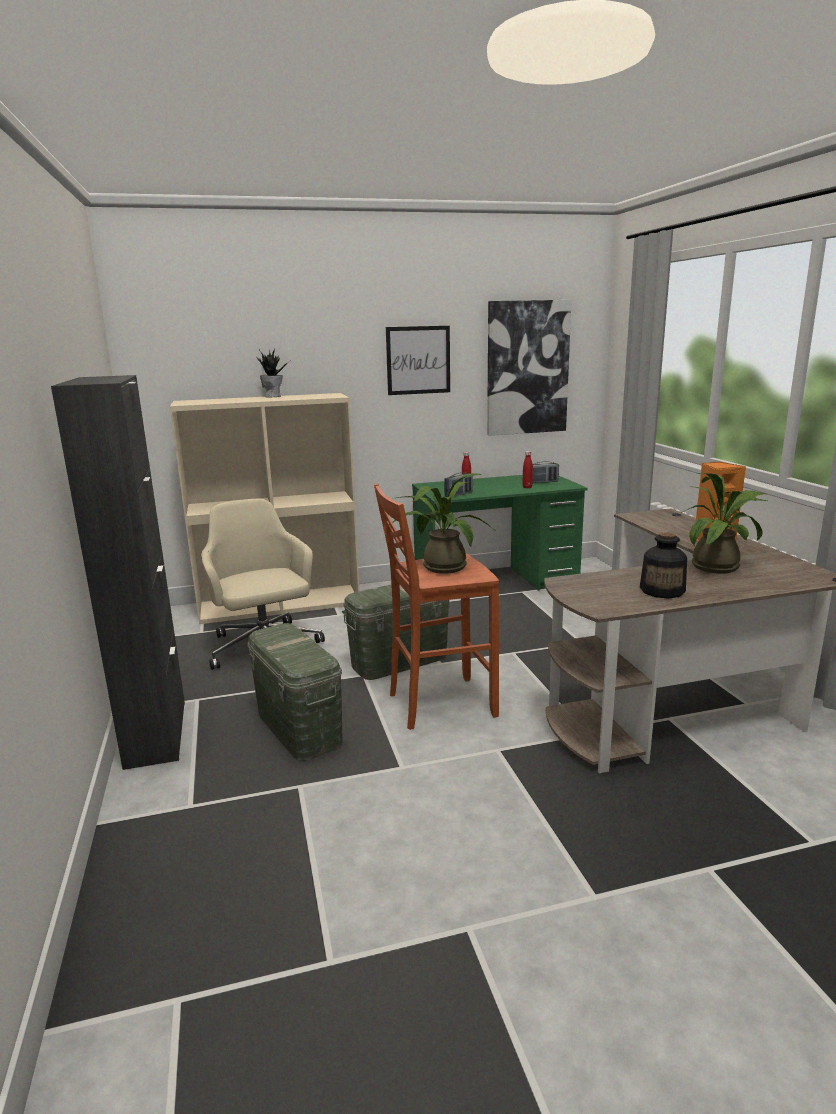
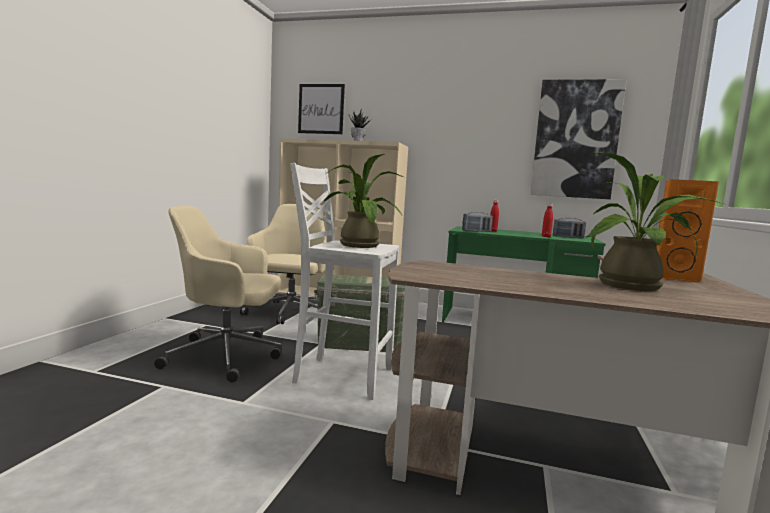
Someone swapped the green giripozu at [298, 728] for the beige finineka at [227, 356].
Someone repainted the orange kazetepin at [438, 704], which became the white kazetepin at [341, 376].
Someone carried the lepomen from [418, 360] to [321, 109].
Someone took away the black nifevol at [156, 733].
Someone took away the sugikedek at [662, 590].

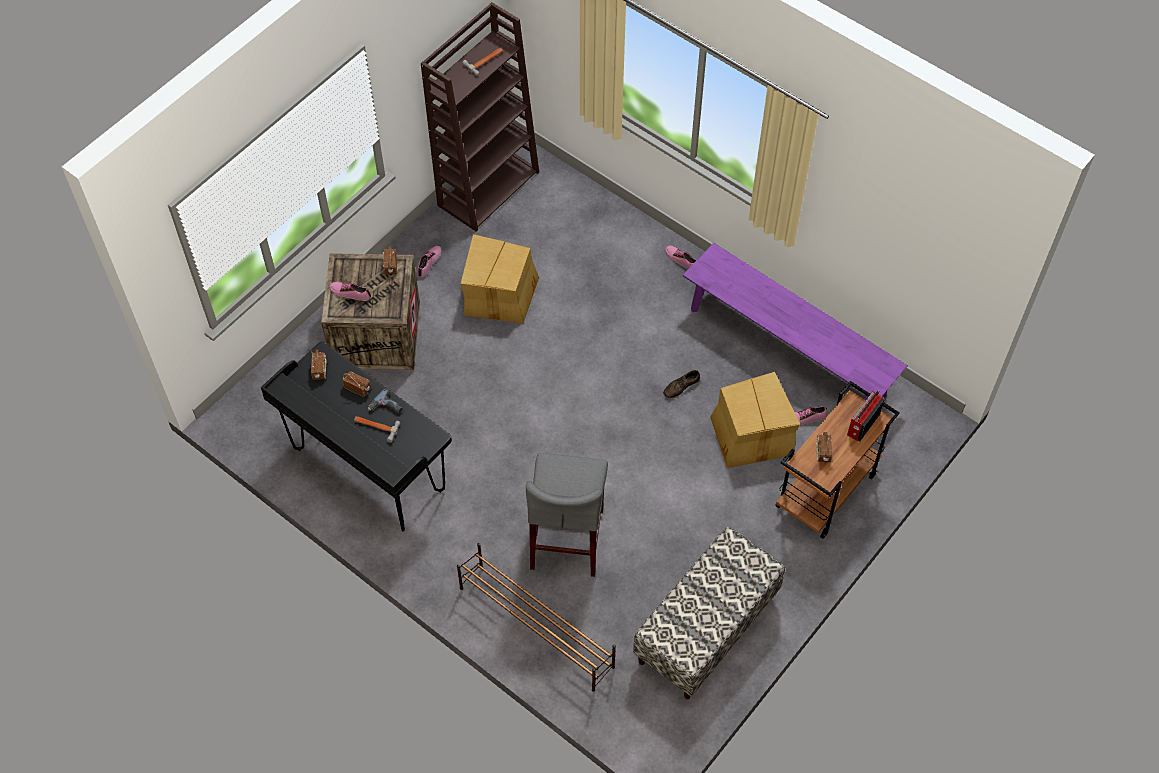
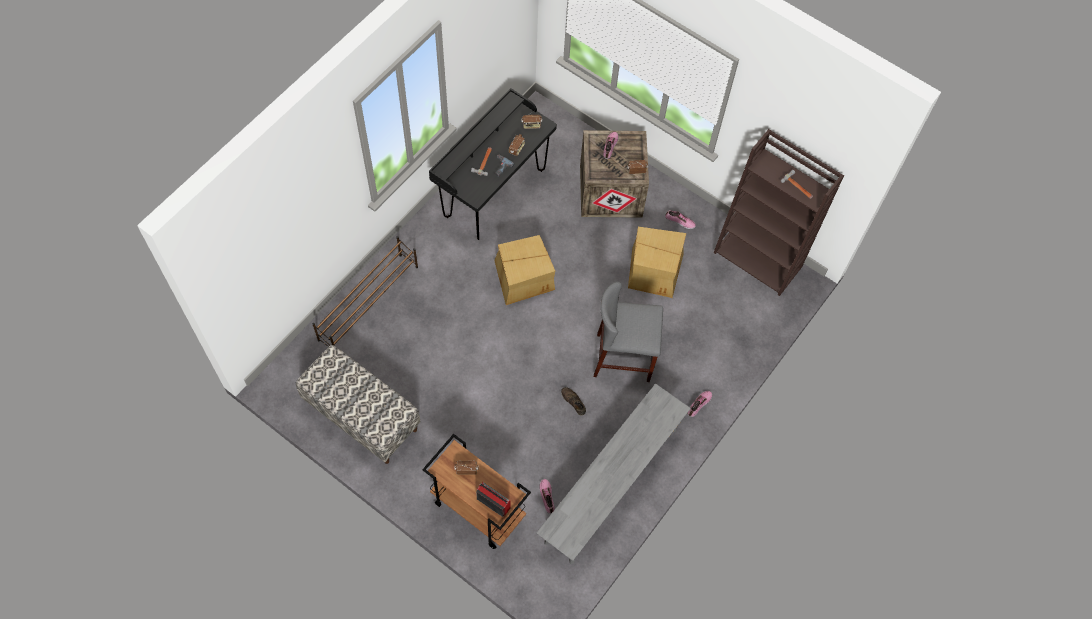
Someone carried the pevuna from [751, 434] to [523, 277].
Someone repainted the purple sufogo at [786, 352], which became the grey sufogo at [611, 485].
Someone carried the grey kazetepin from [567, 539] to [623, 358].

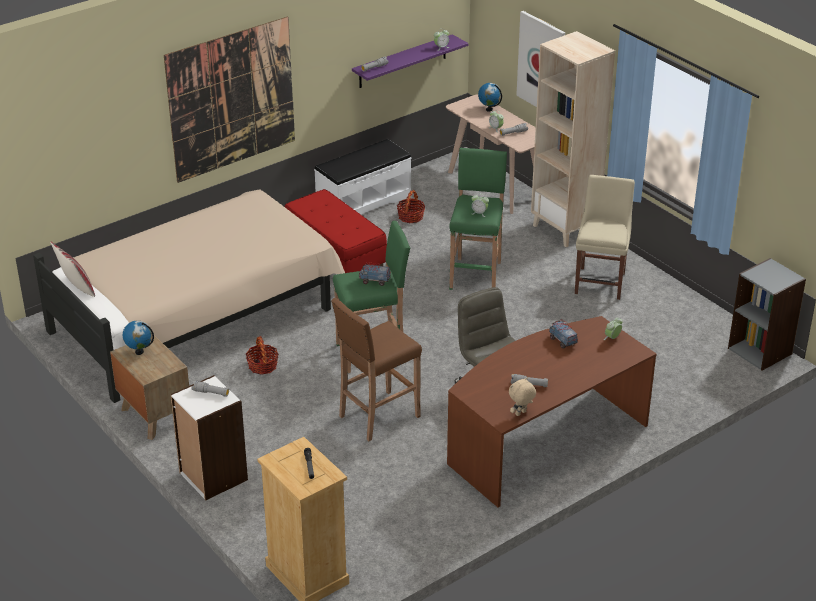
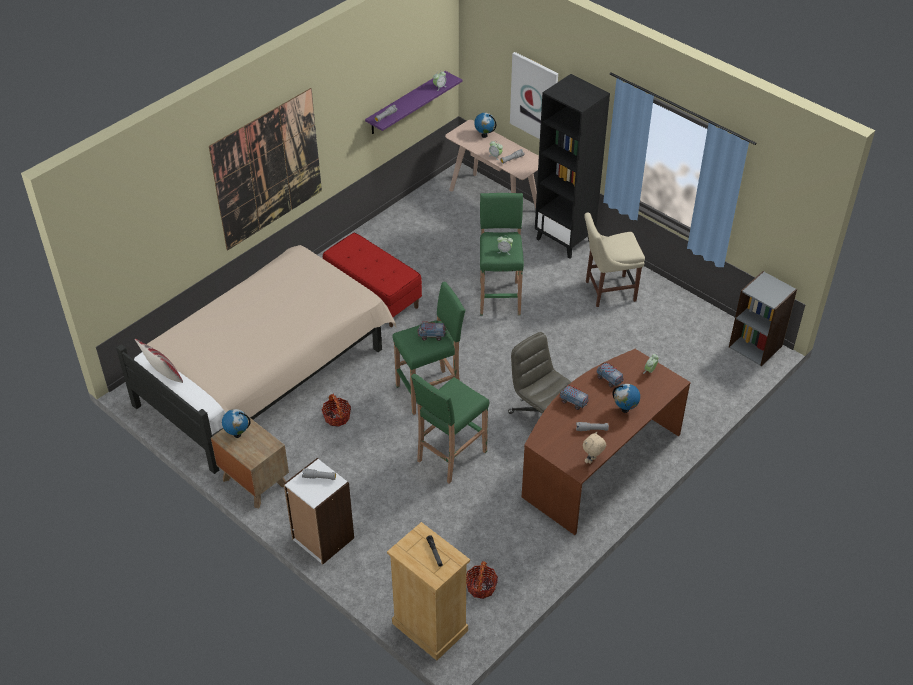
Someone repainted the brown kazetepin at [377, 417], which became the green kazetepin at [450, 457].
Someone carried the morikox from [410, 217] to [481, 587].
Someone repainted the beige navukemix at [565, 229], which became the black navukemix at [565, 240].
Someone put down the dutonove at [573, 402].
Someone rotated the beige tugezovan at [600, 281] by 105 degrees counterclockwise.
Someone put down the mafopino at [625, 409].
Someone took away the white sufogo at [363, 202].

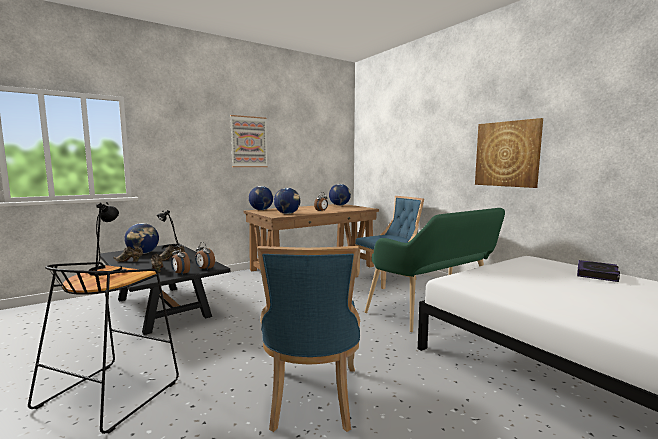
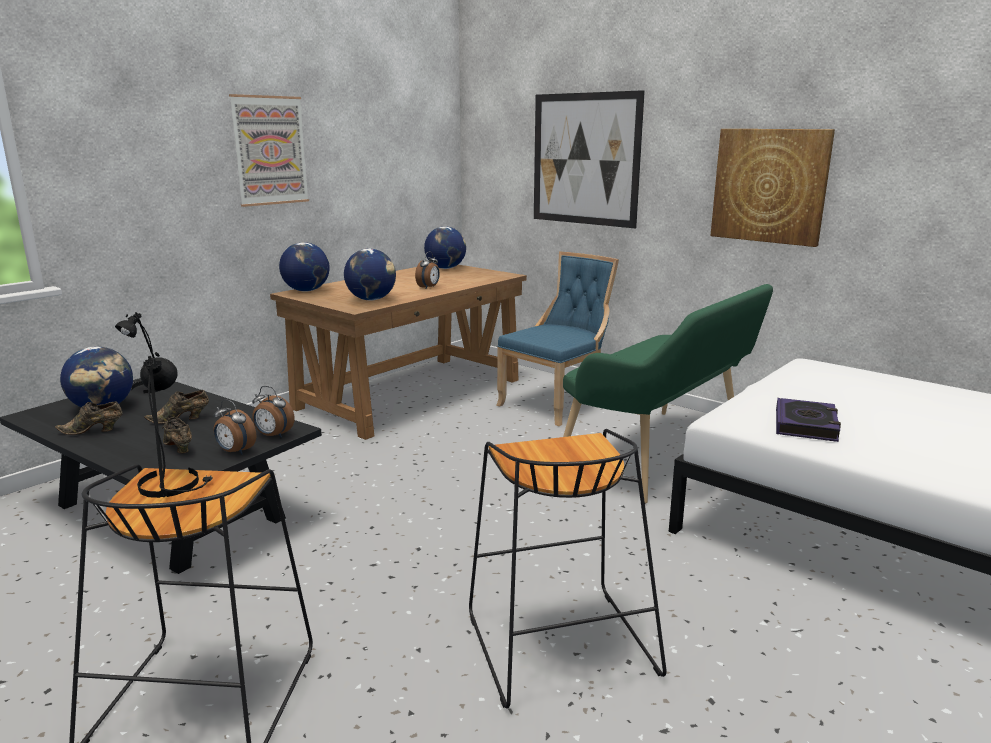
Someone swapped the blue tugezovan at [312, 399] for the black kazetepin at [557, 643].
Someone put up the lepomen at [585, 159].
Someone carried the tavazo from [597, 274] to [805, 425].

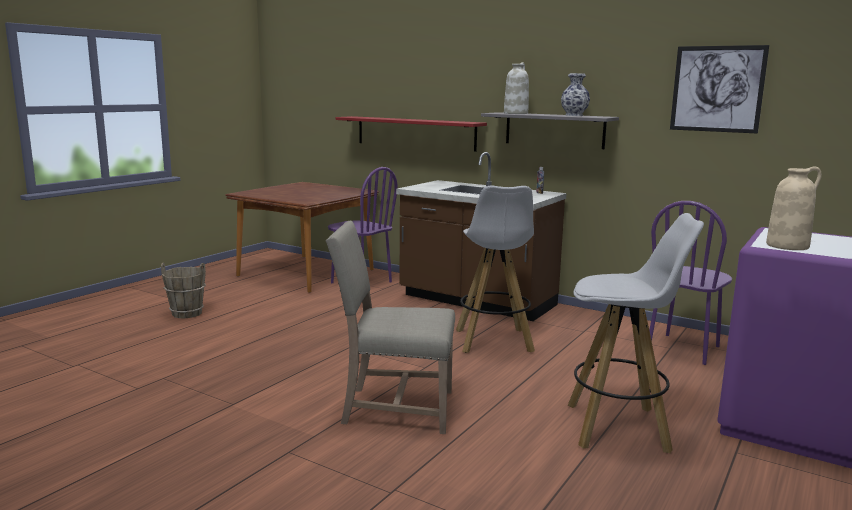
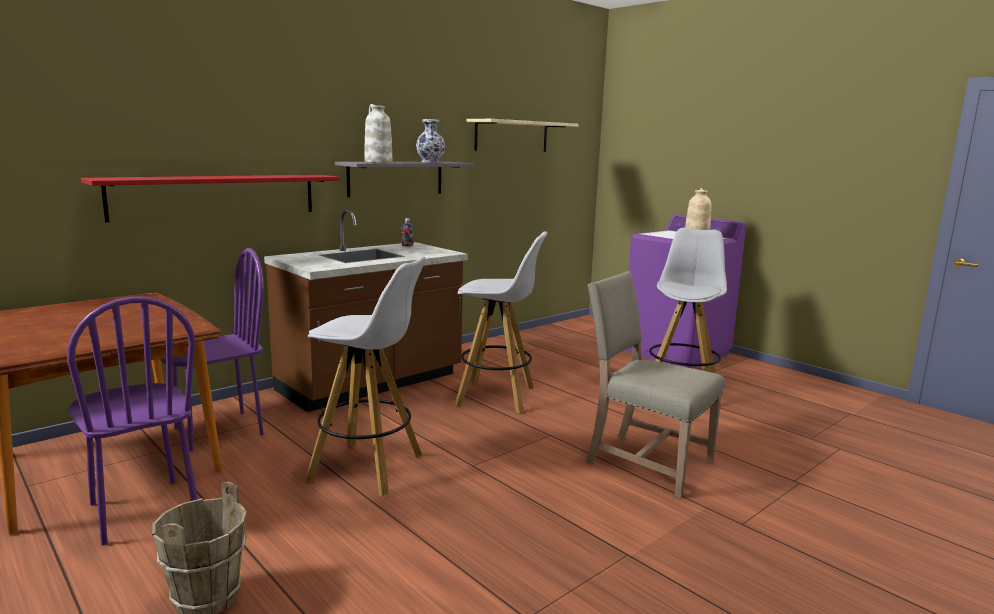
Someone carried the purple tugezovan from [683, 349] to [142, 510].
Someone put down the white kazetepin at [368, 468].
Someone swapped the lepomen at [717, 89] for the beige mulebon at [512, 136].
Someone rotated the beige tugezovan at [394, 408] by 105 degrees clockwise.

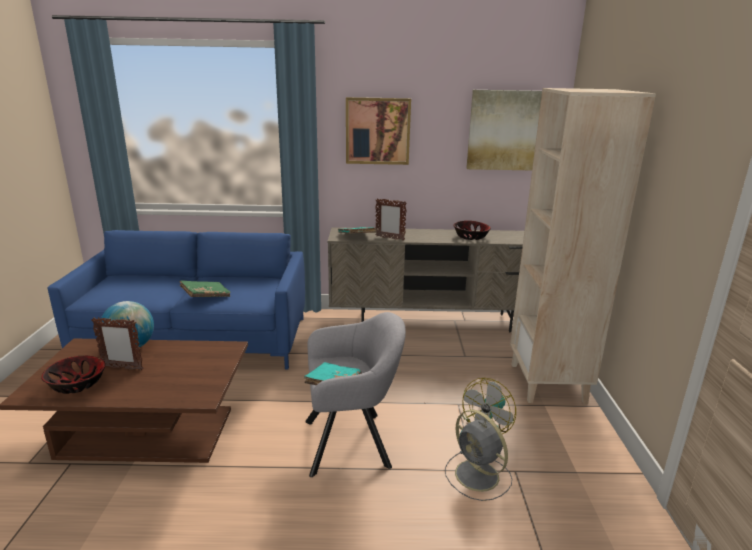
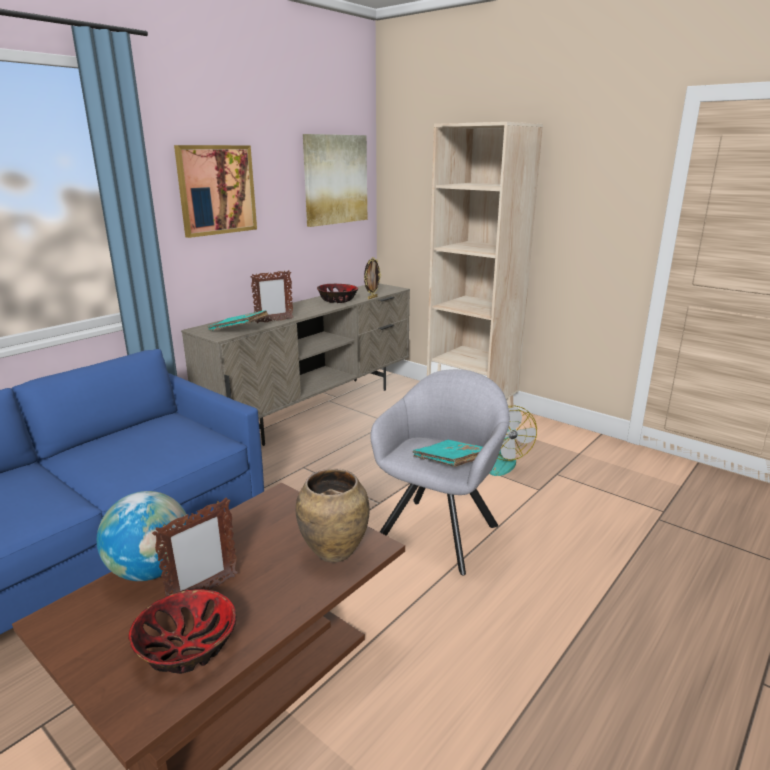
Someone put down the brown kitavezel at [334, 552].
Someone put down the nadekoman at [372, 297].
Someone took away the green tavazo at [206, 296].
Someone took away the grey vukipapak at [478, 476].

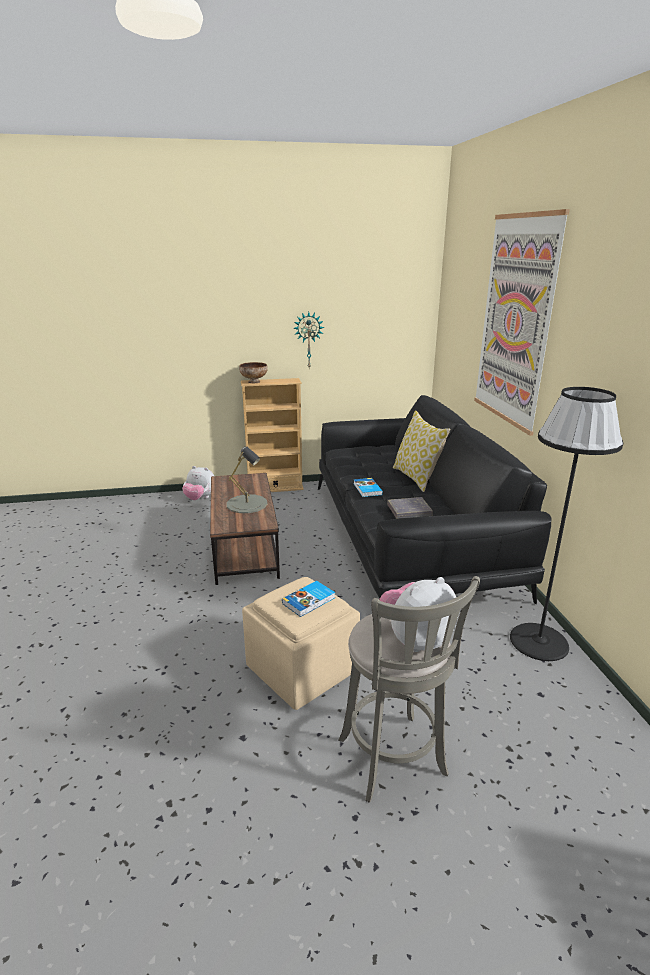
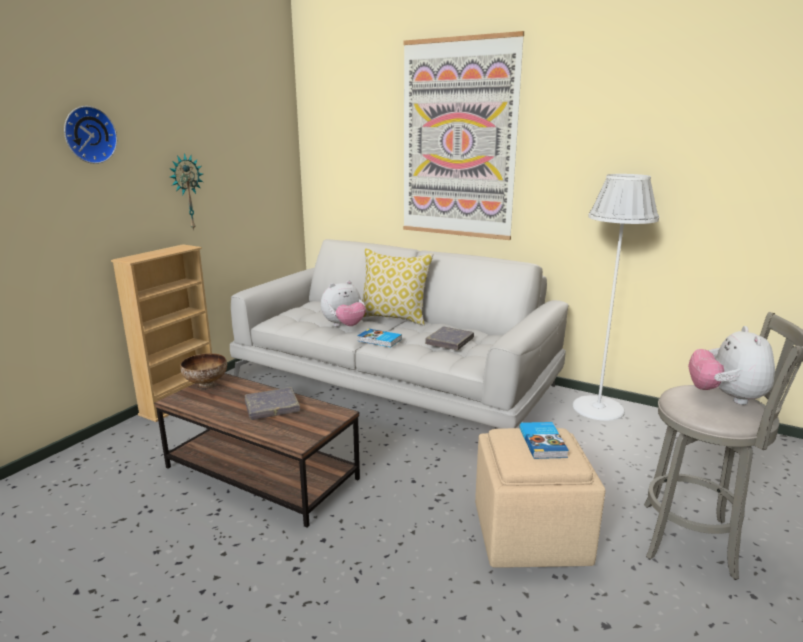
Someone put up the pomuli at [88, 135].
Someone carried the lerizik from [253, 382] to [206, 386].
Someone repainted the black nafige at [408, 537], which became the white nafige at [396, 385].
Someone swapped the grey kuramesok at [247, 504] for the grey tavazo at [272, 407].
Someone carried the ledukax from [200, 498] to [344, 326].
Someone repainted the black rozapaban at [539, 641], which became the white rozapaban at [598, 408].

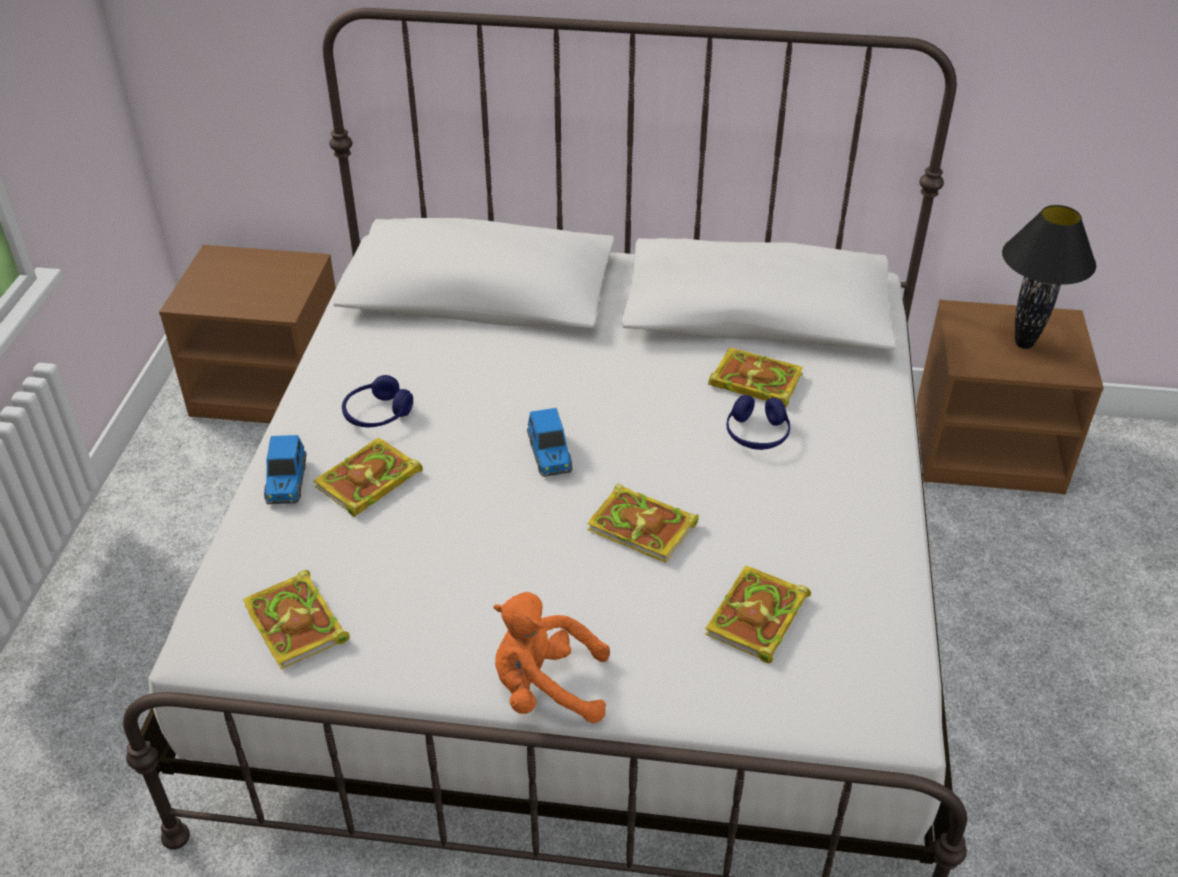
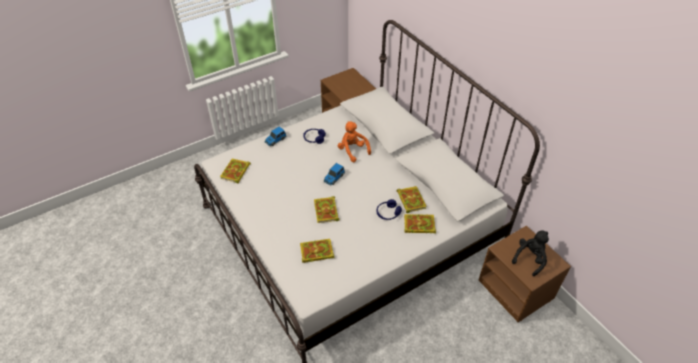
Someone carried the orange ledukax from [546, 688] to [352, 150].
Someone carried the tavazo from [367, 482] to [418, 225].
Someone swapped the black kuramesok at [1024, 343] for the black ledukax at [530, 259].

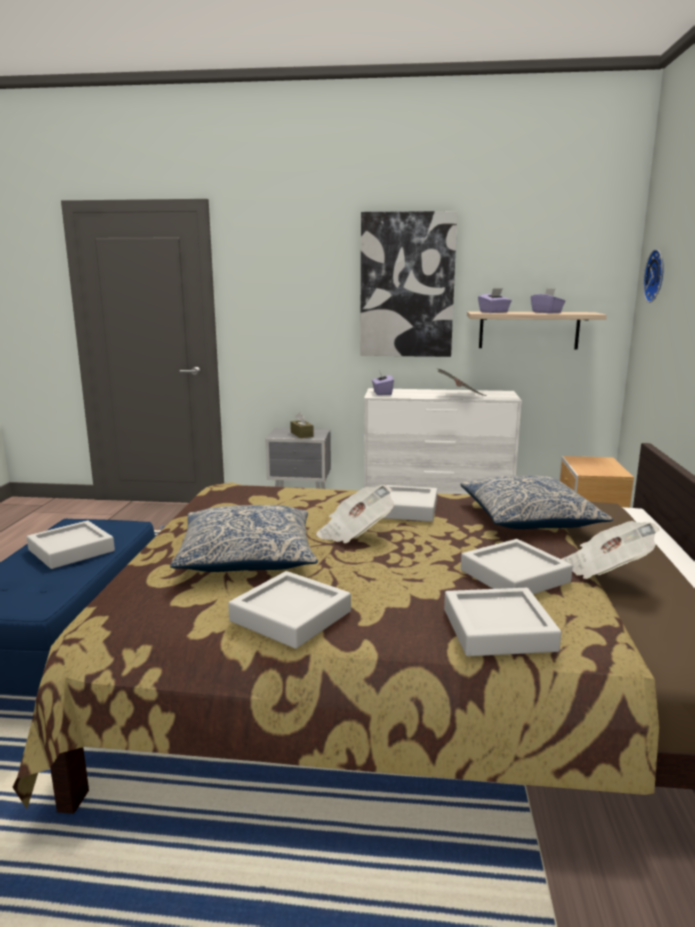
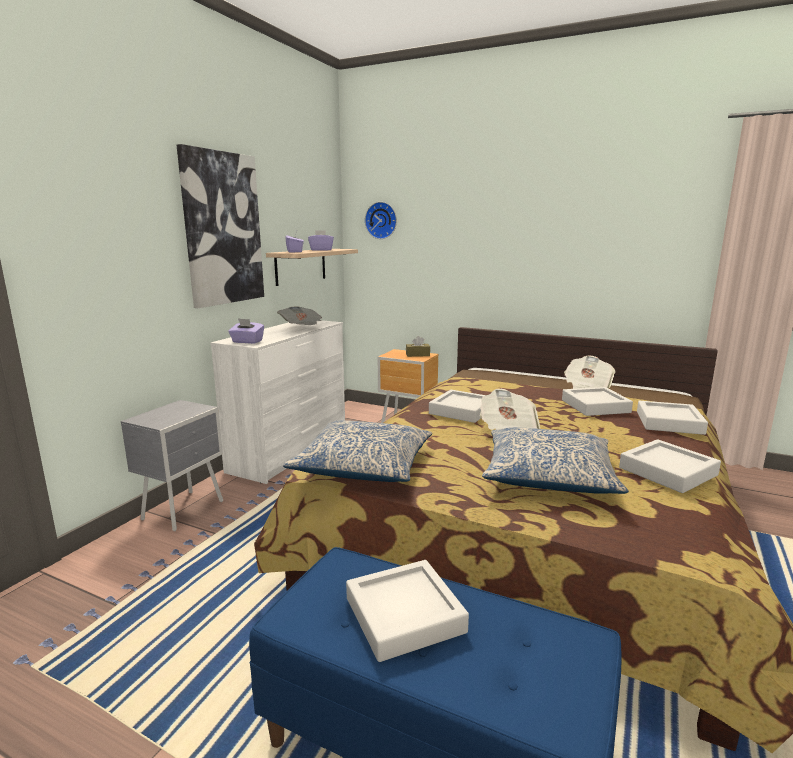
Someone carried the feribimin from [529, 518] to [363, 465].
Someone carried the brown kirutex from [302, 434] to [417, 355].

